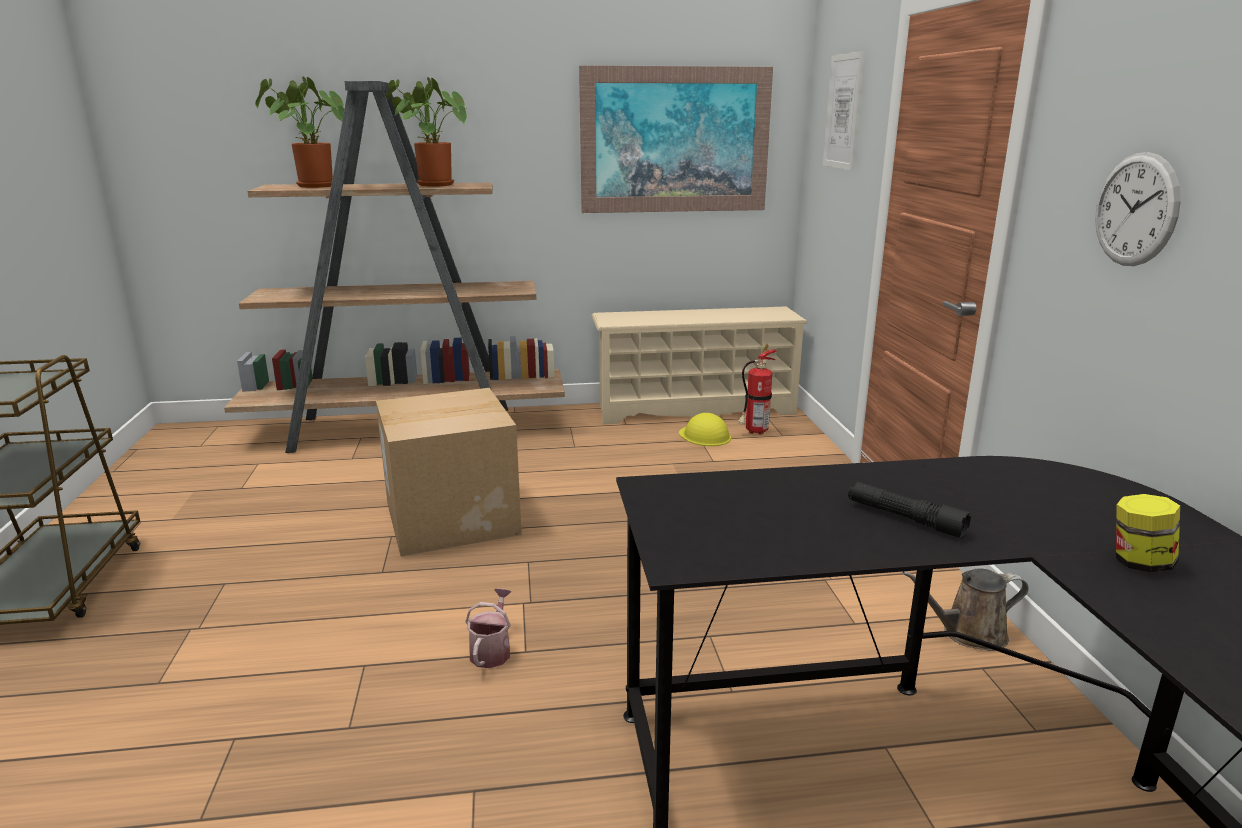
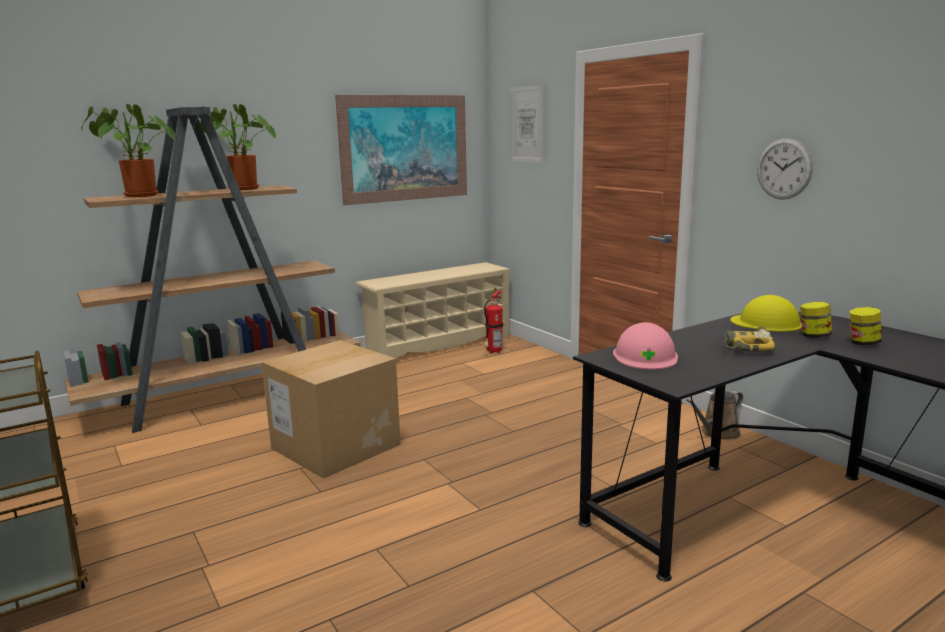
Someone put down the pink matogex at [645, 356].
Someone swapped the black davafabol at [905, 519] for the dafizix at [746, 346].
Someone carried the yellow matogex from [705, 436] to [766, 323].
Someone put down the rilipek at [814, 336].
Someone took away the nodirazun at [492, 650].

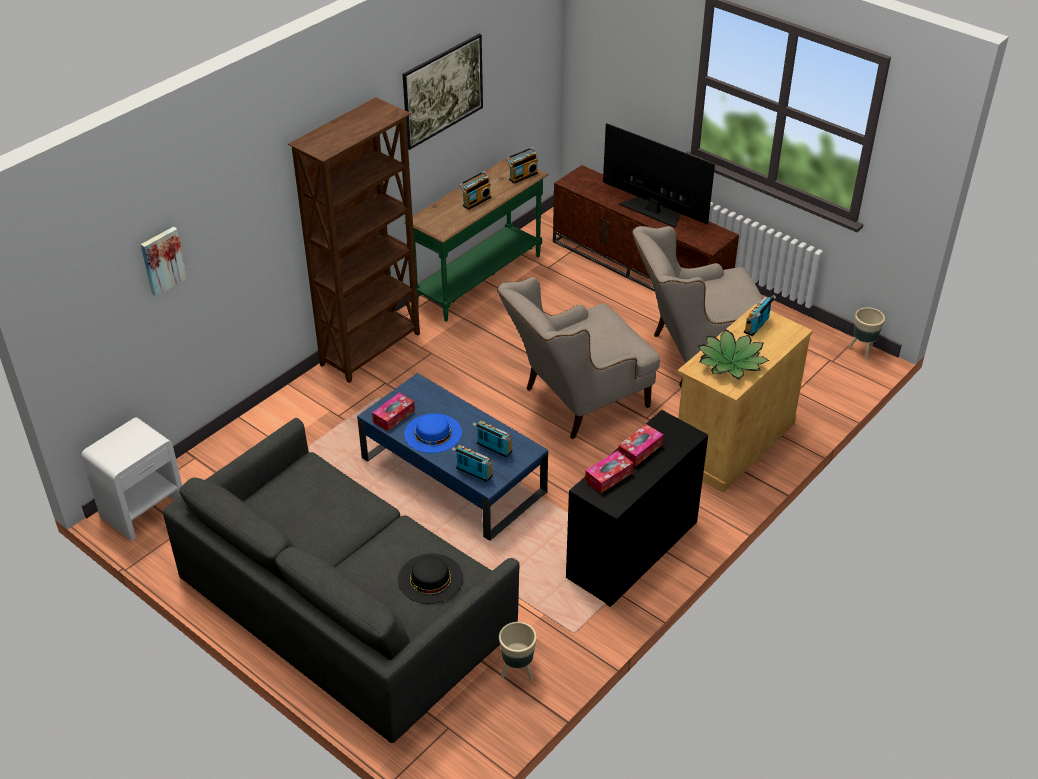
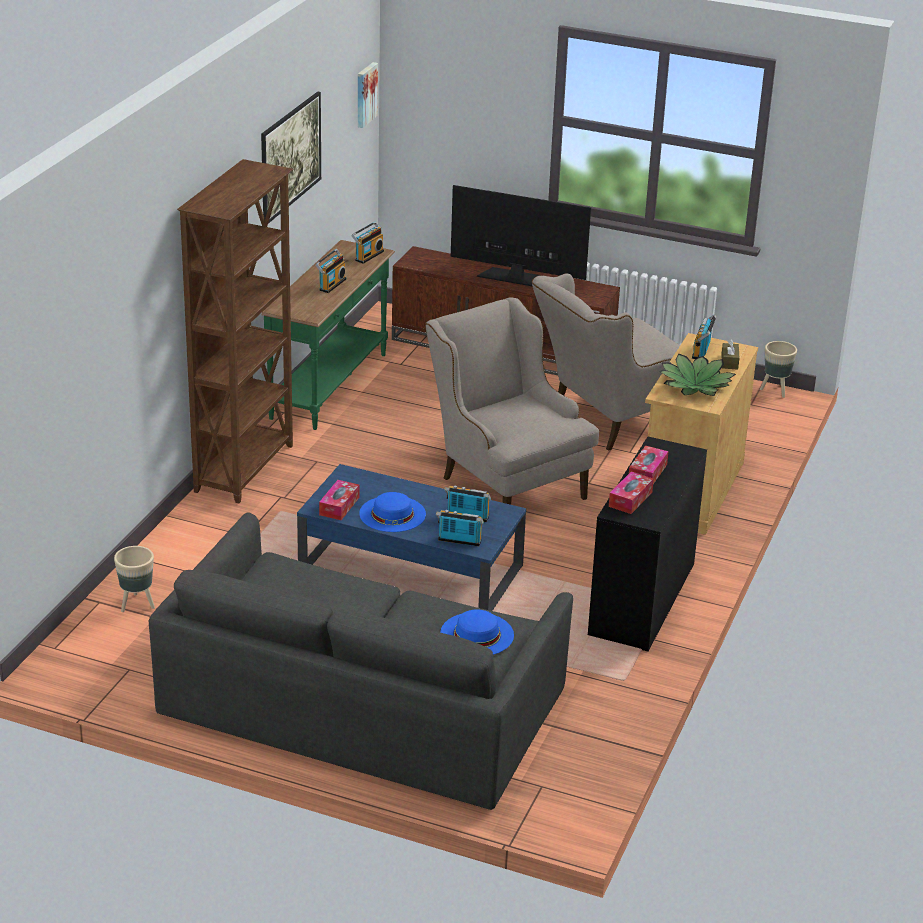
Someone carried the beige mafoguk from [517, 671] to [136, 604].
Someone carried the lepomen from [162, 260] to [365, 94].
Someone rotated the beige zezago at [576, 402] by 105 degrees clockwise.
Someone repainted the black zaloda at [430, 578], which became the blue zaloda at [477, 634].
Someone put down the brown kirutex at [729, 362].
Someone took away the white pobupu at [143, 509].

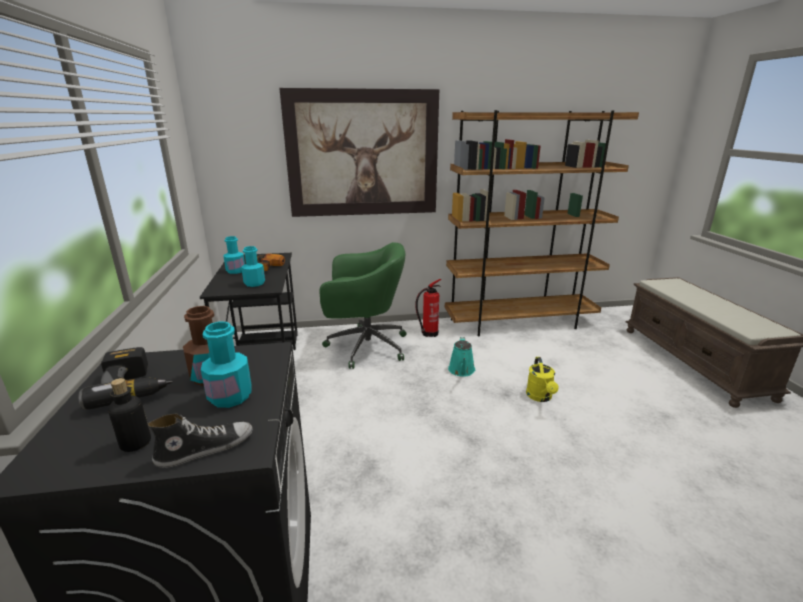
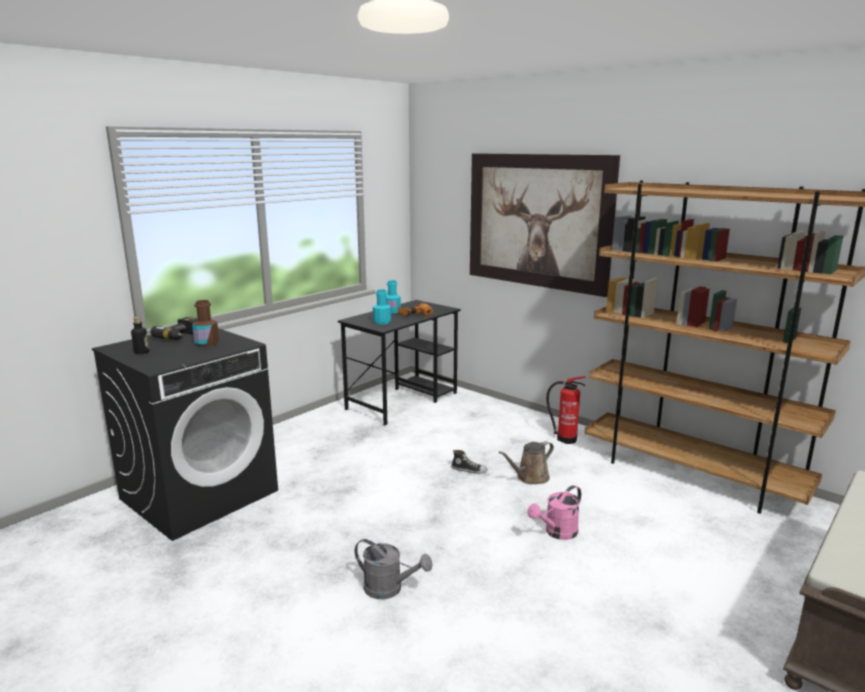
Someone put down the grey nodirazun at [389, 589].
Someone carried the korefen from [205, 448] to [469, 470].
Someone repainted the turquoise nodirazun at [461, 371], which became the brown nodirazun at [530, 478].
Someone repainted the yellow nodirazun at [540, 397], which became the pink nodirazun at [557, 533].
Someone took away the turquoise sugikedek at [230, 396].
Someone took away the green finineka at [364, 346].

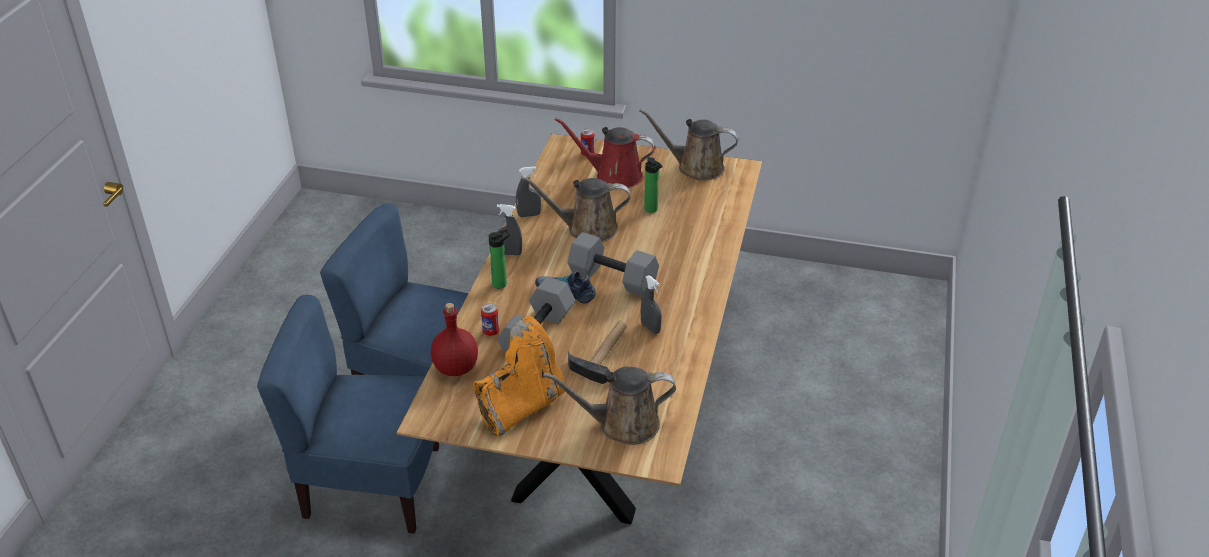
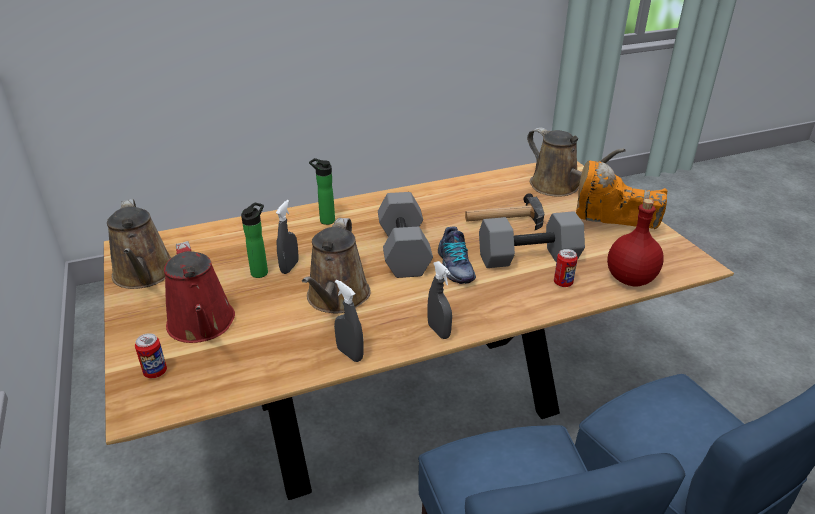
Someone carried the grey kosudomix from [650, 328] to [289, 267].
Someone rotated the brown nodirazun at [587, 229] by 45 degrees clockwise.
Someone carried the sugikedek from [501, 283] to [325, 220].

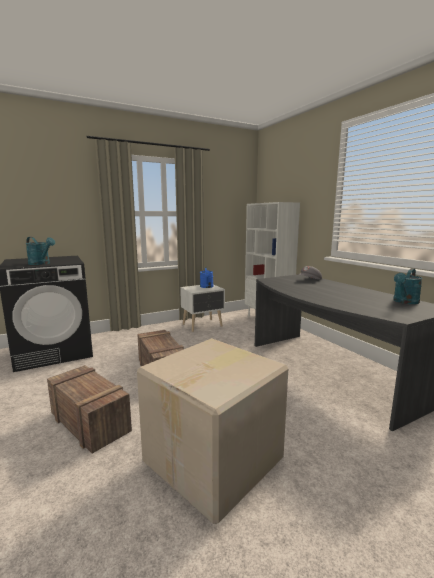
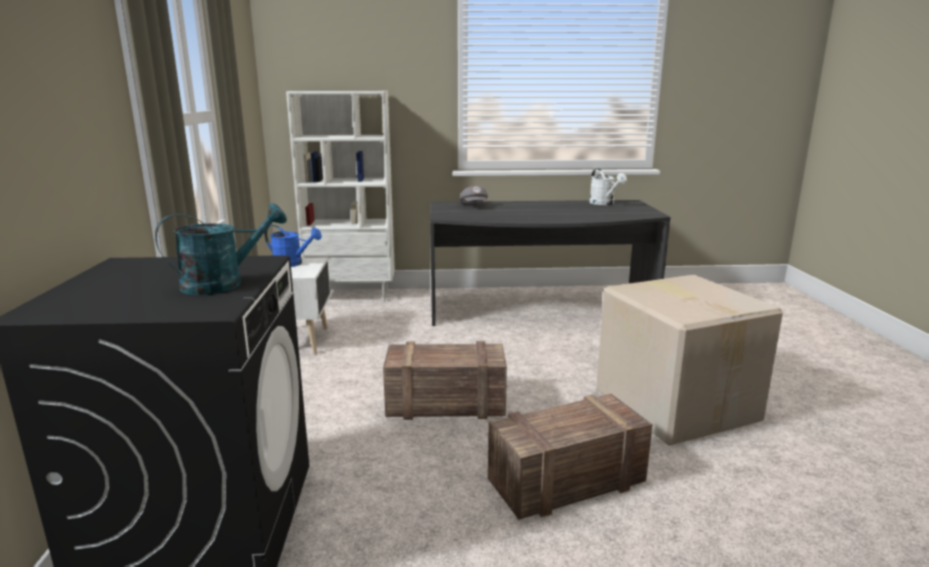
Someone repainted the turquoise nodirazun at [404, 302], which became the white nodirazun at [604, 203].

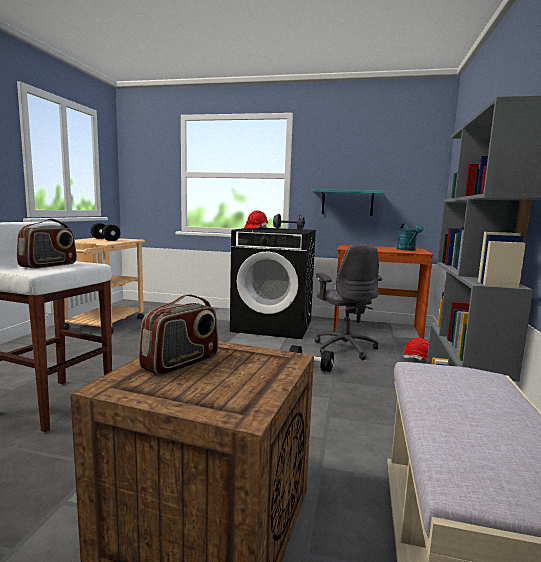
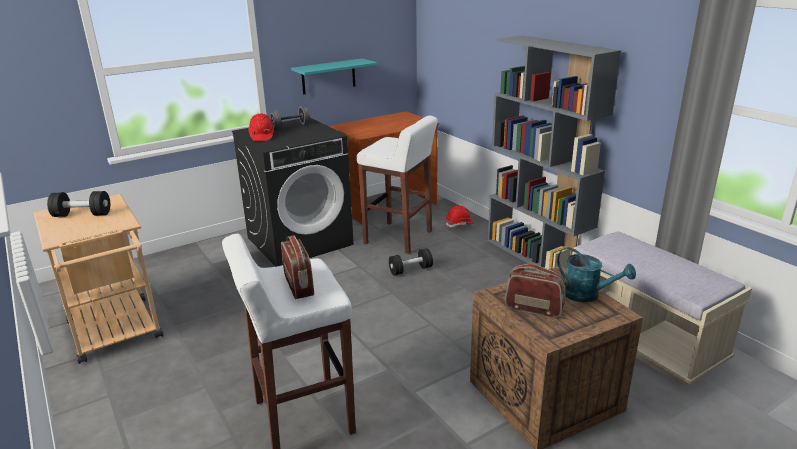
Someone swapped the grey finineka at [344, 348] for the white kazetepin at [399, 238].
Someone rotated the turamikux at [181, 363] by 60 degrees counterclockwise.
Someone carried the turquoise nodirazun from [408, 250] to [587, 295].

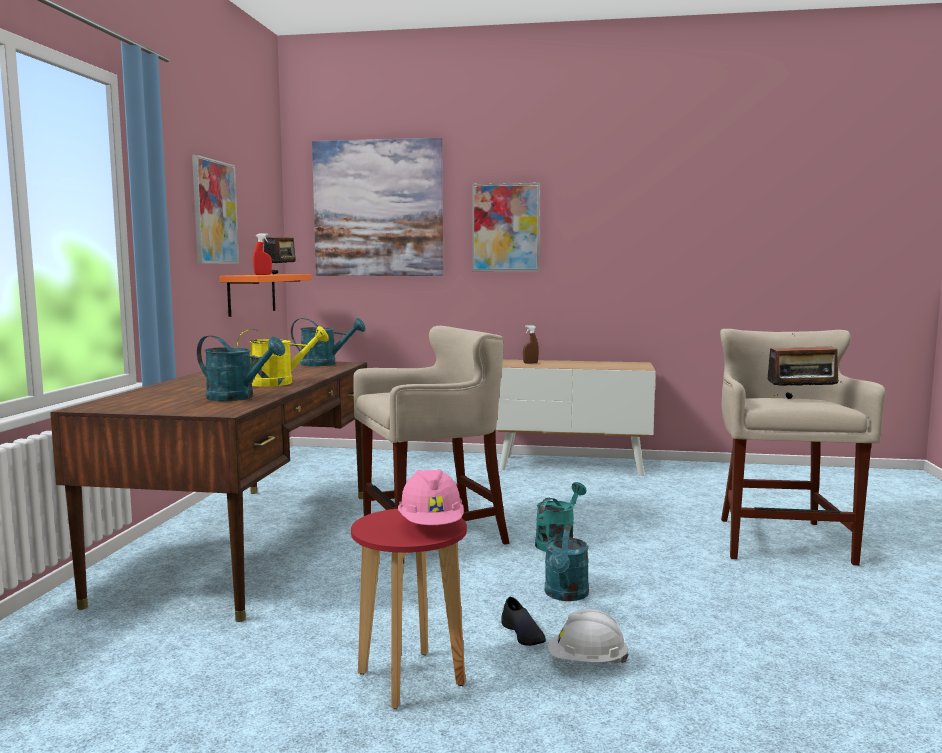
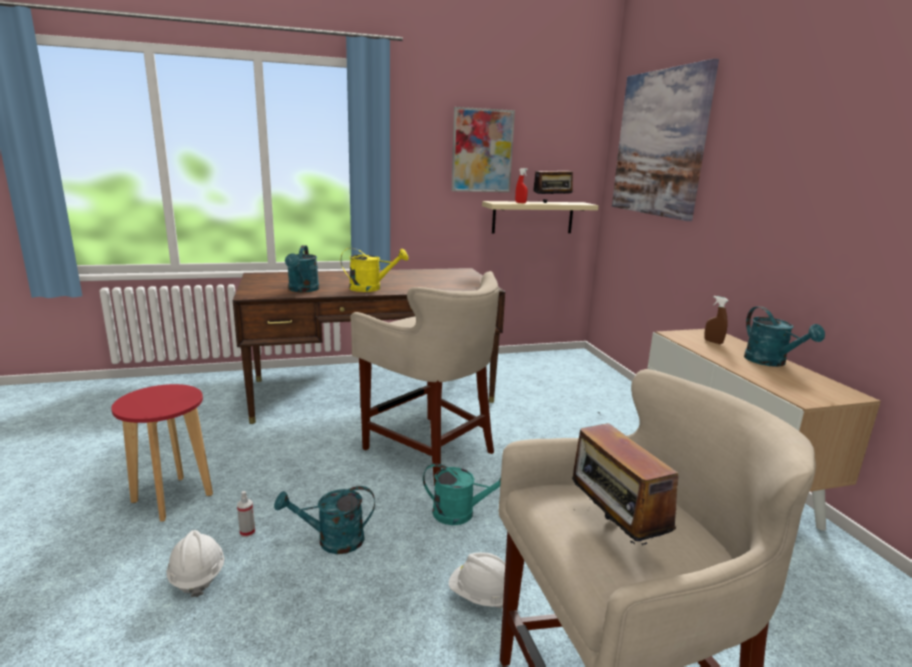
Someone swapped the black korefen at [523, 634] for the kosudomix at [247, 532].
Someone rotated the yellow nodirazun at [280, 382] by 45 degrees counterclockwise.
Someone put down the white matogex at [482, 596].
Someone repainted the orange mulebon at [252, 294], which became the beige mulebon at [533, 217].
Someone carried the turquoise nodirazun from [325, 364] to [771, 362].
Someone took away the pink matogex at [431, 526].
Someone took away the lepomen at [505, 227].

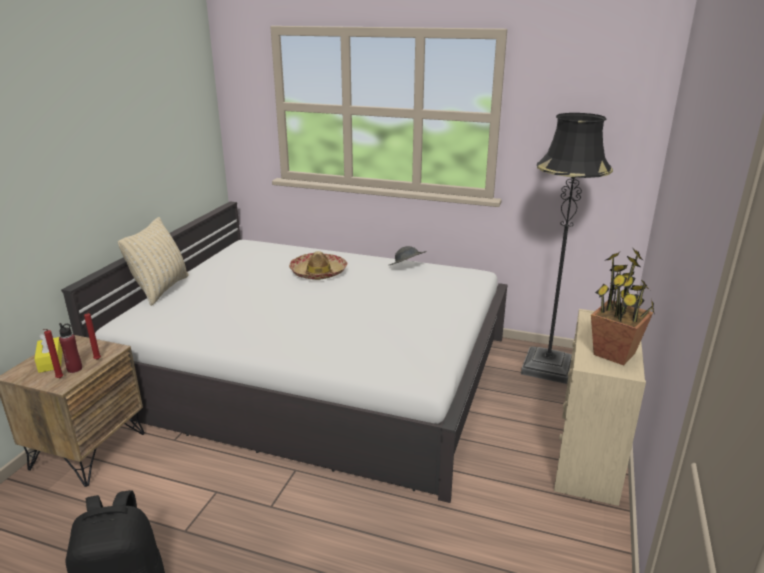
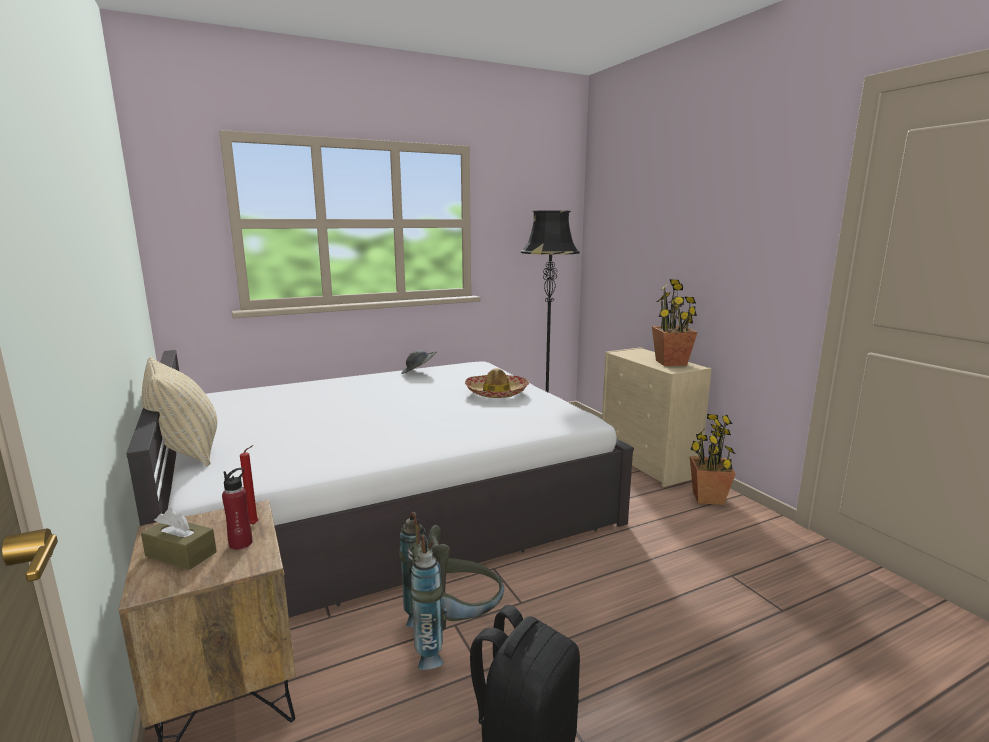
Someone repainted the yellow kirutex at [50, 361], which became the brown kirutex at [181, 554].
Someone put down the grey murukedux at [452, 635].
Someone carried the zaloda from [318, 272] to [496, 392].
Someone put down the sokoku at [708, 498].
Someone took away the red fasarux at [59, 379].

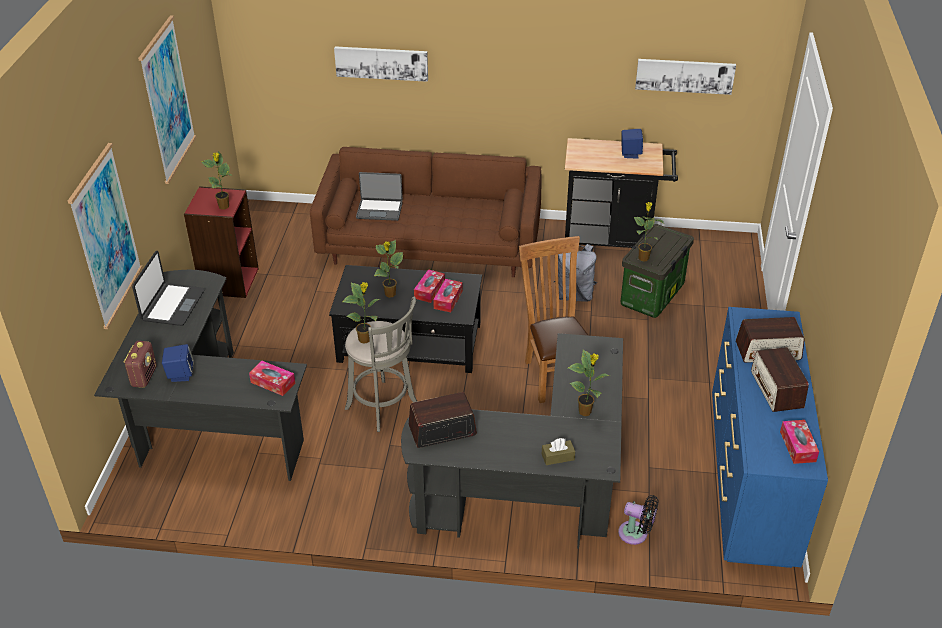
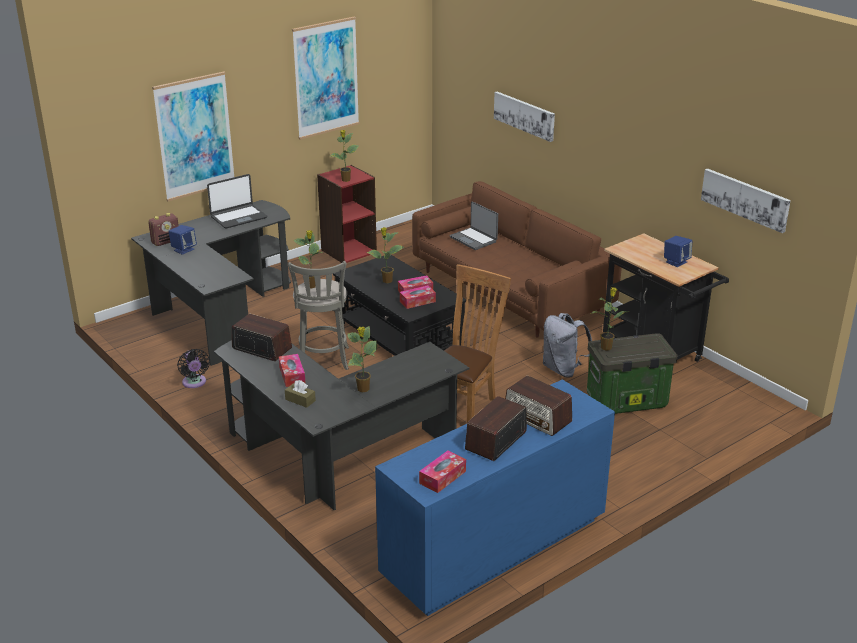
Someone carried the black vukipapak from [636, 534] to [194, 383].
Someone carried the kirutex from [273, 383] to [292, 375].

